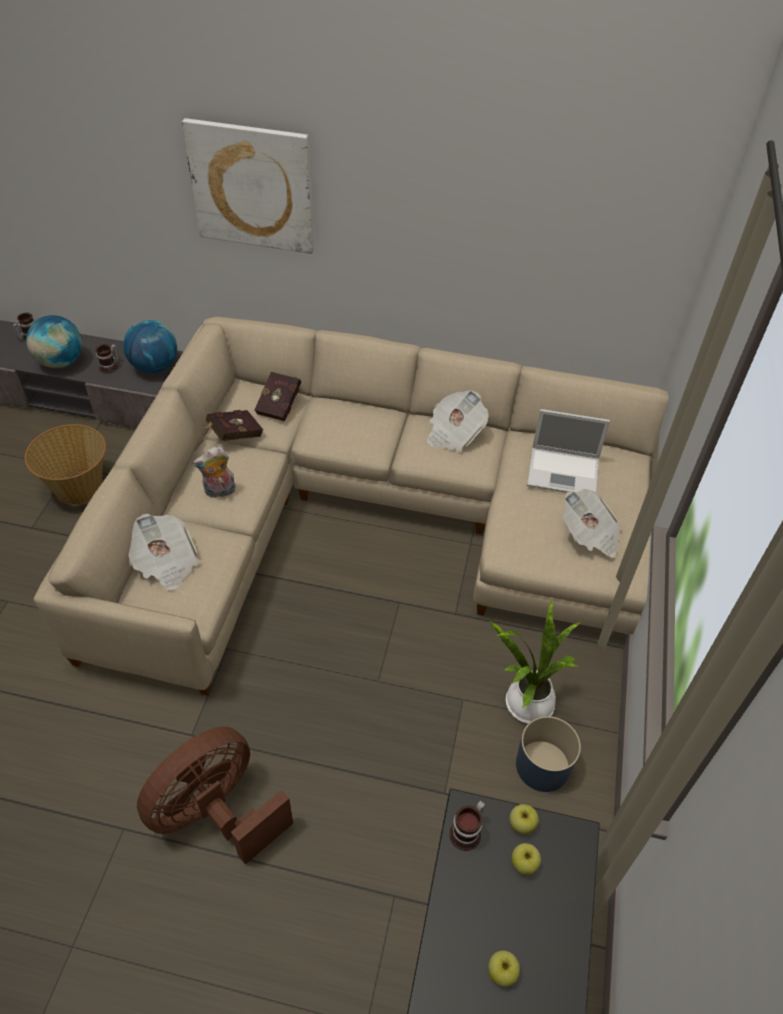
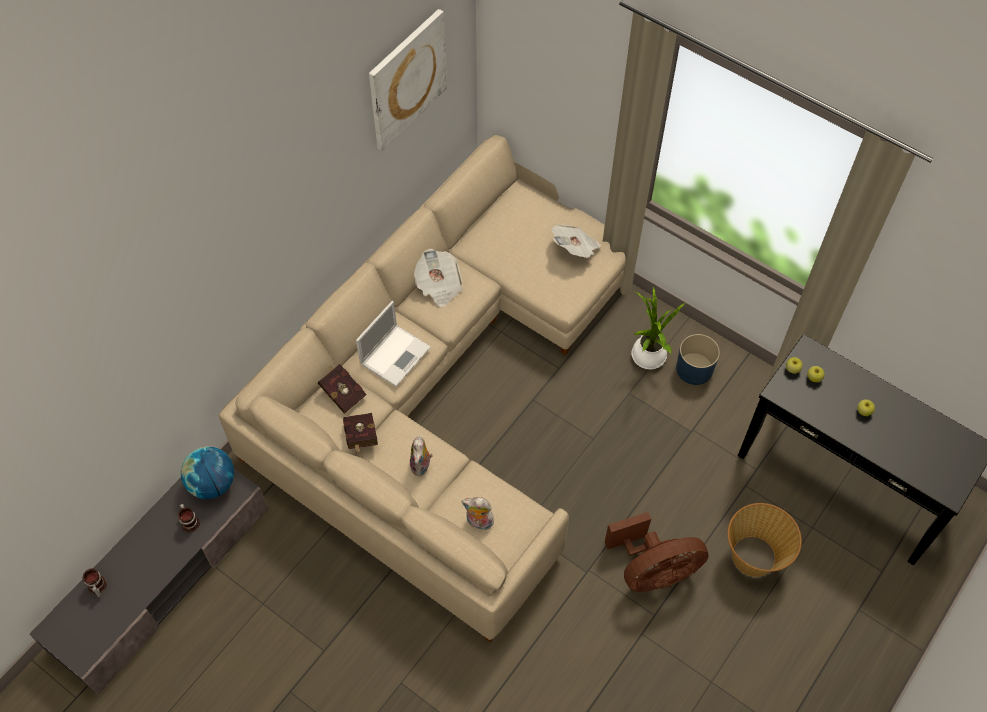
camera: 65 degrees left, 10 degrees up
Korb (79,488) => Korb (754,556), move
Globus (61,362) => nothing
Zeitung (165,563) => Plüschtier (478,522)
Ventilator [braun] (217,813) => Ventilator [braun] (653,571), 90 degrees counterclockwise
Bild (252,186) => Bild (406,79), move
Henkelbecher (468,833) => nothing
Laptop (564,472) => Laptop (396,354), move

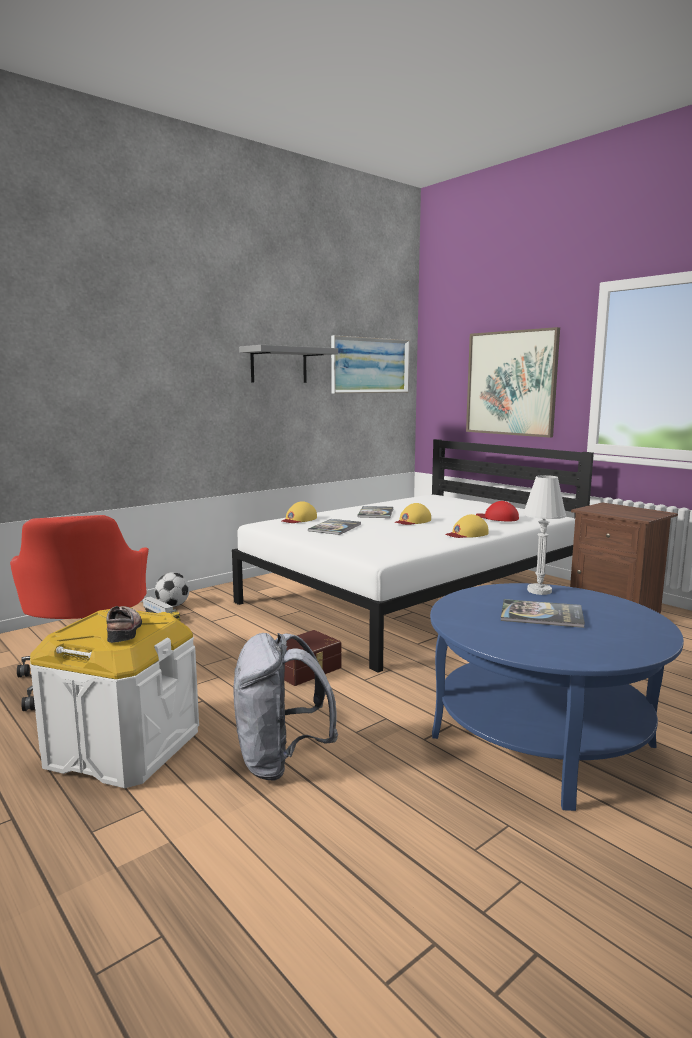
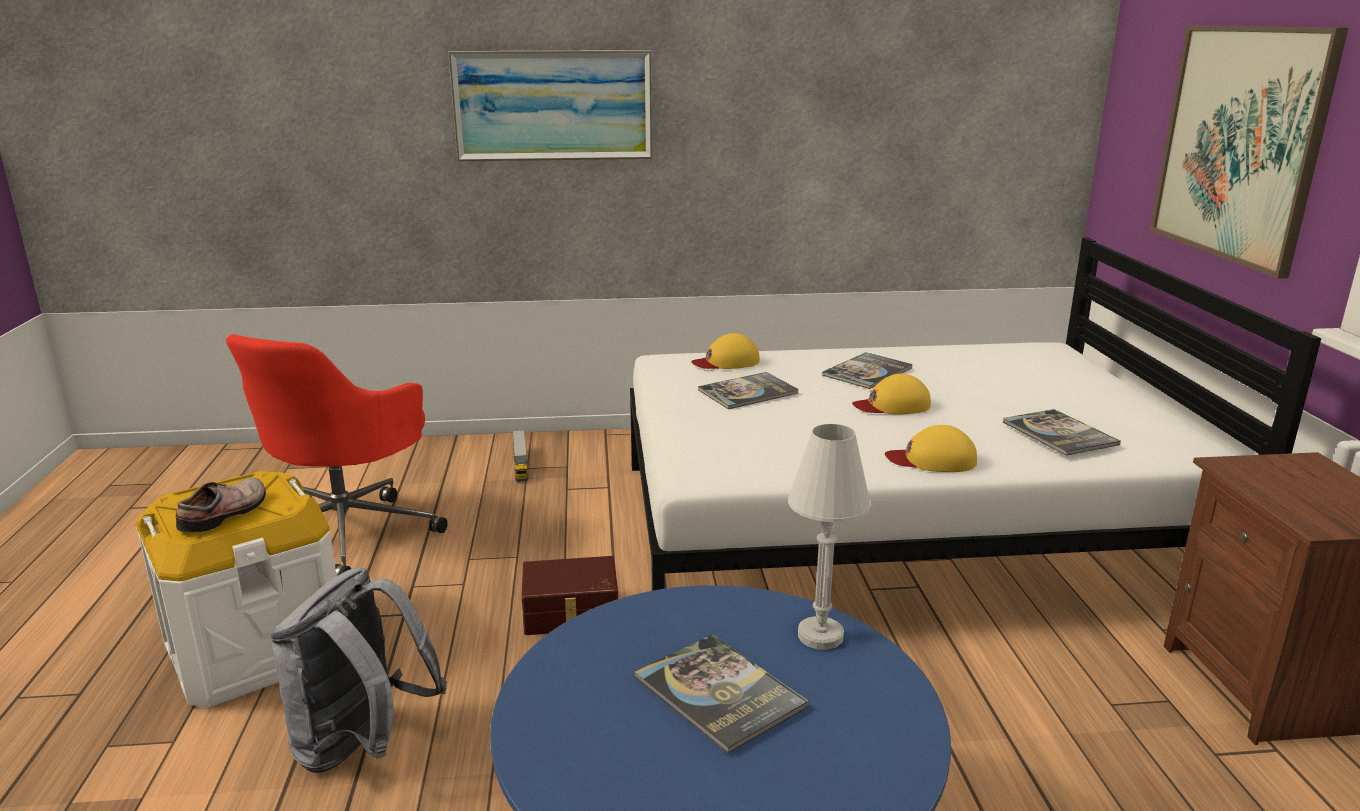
camera: 35 degrees right, 10 degrees up
Fußball (173,605) => nothing
Wandregal [grau] (279,365) => nothing
Bild (370,365) => Bild (553,106), move
Kappe [rot] (497,518) => Buch (1059,434)

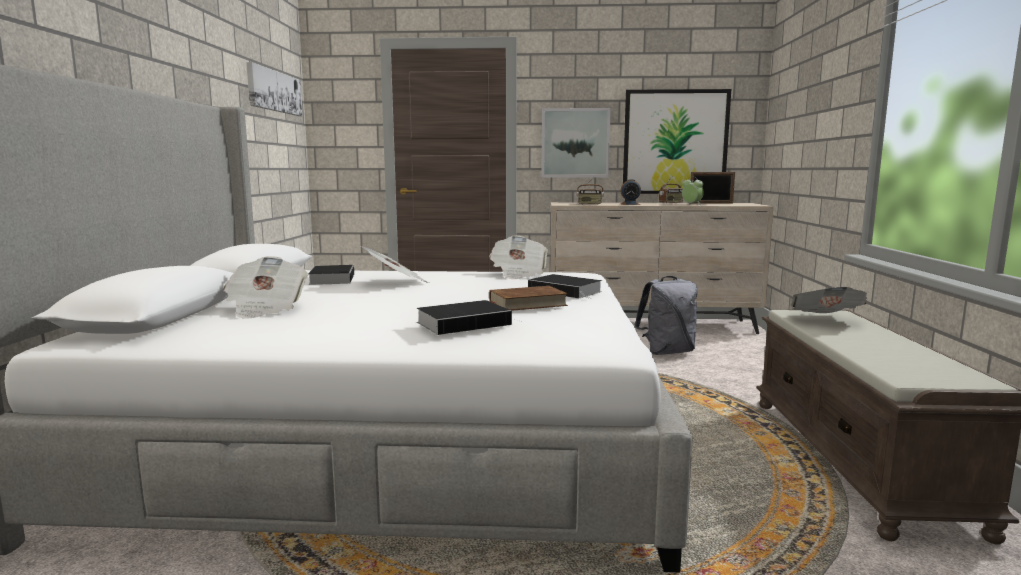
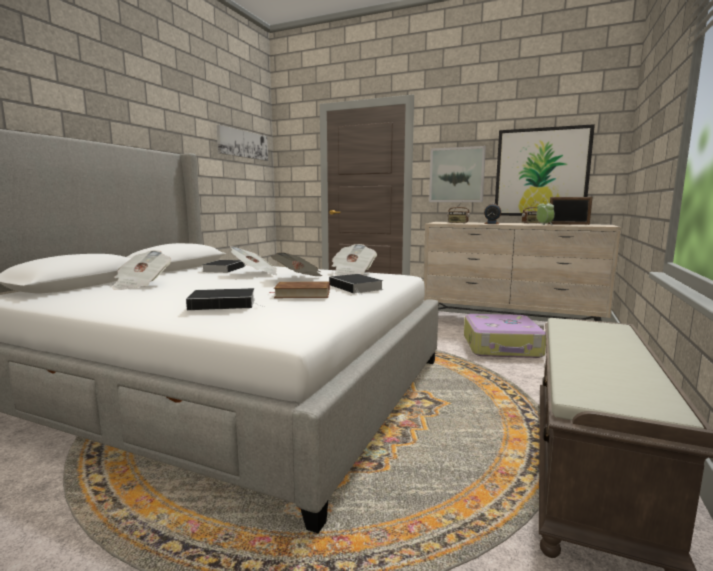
camera: 20 degrees right, 0 degrees up
Rucksack [grau] (667,352) => Koffer (502,347)
Zeitung (825,320) => Zeitung (299,279), move

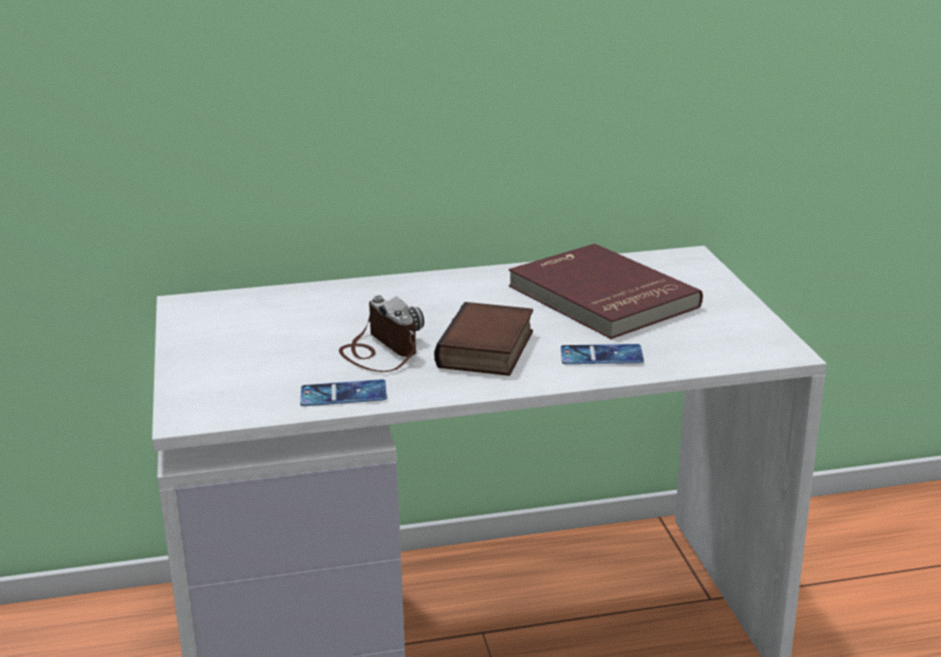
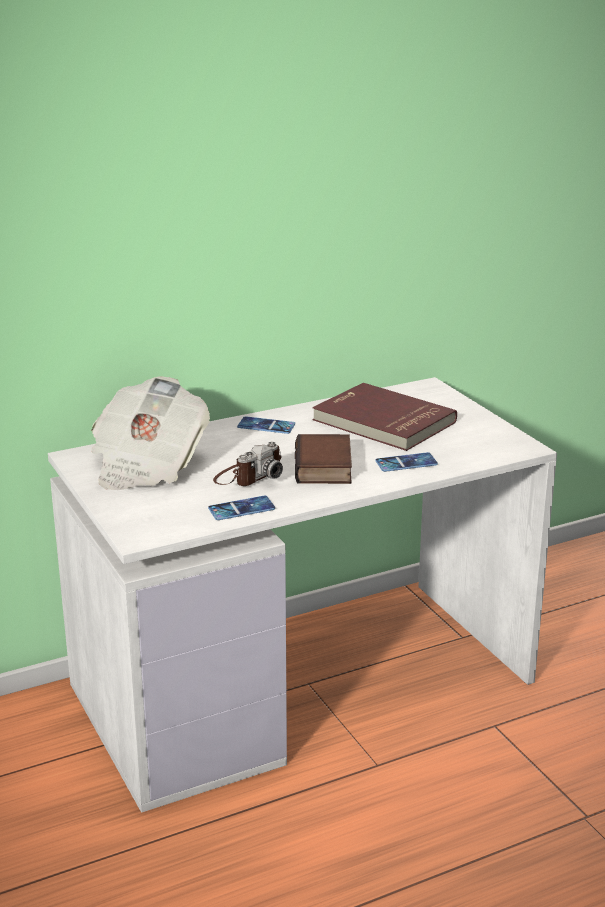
camera: 15 degrees left, 0 degrees up
Kamera (380,351) => Kamera (248,476), 90 degrees clockwise
nothing => Zeitung (147,465)
nothing => Handy (266,426)

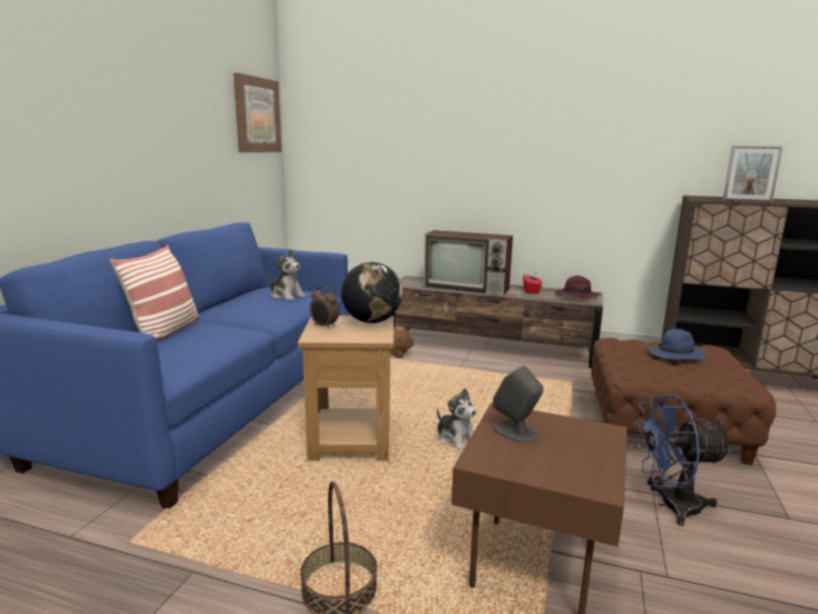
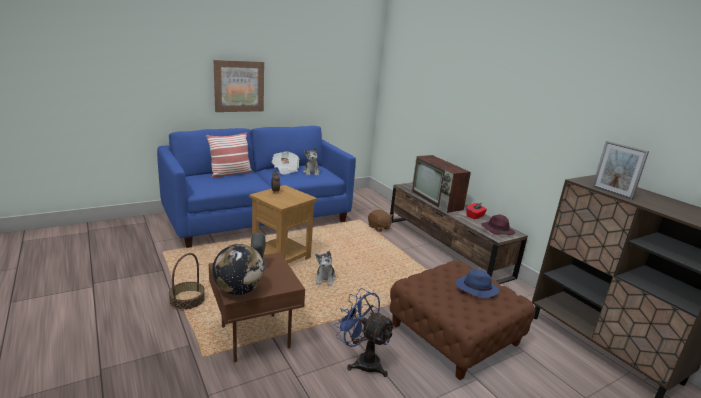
camera: 40 degrees right, 5 degrees up
Bild (256,115) => Bild (239,86), move
Globus (372,321) => Globus (239,290), move
nothing => Zeitung (285,170)

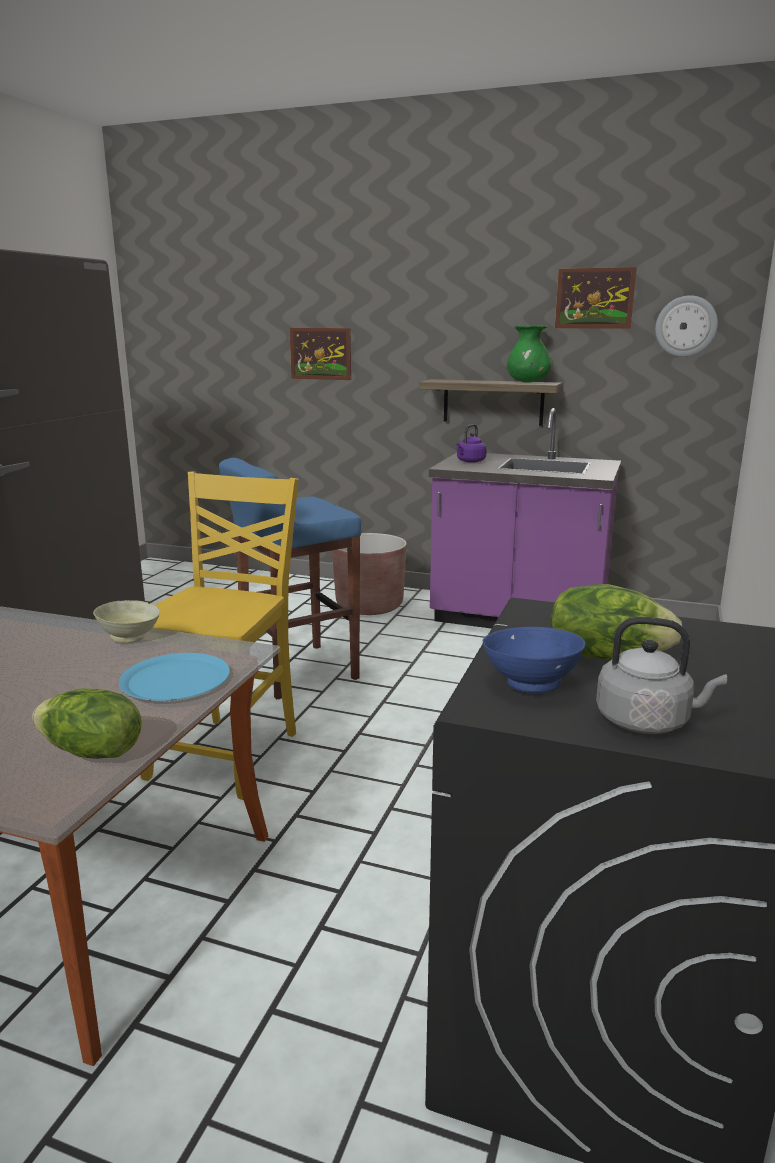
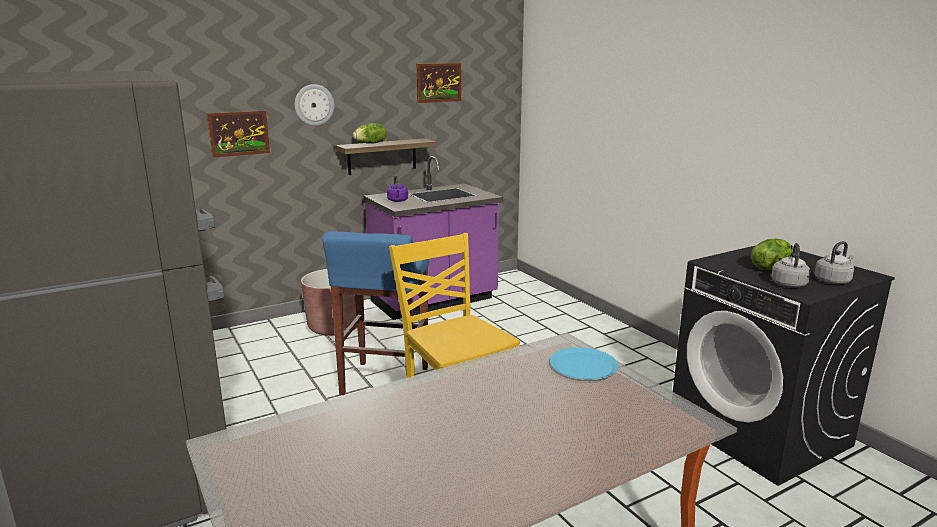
camera: 50 degrees left, 0 degrees up
Salatkopf (91,752) => Salatkopf (371,143), move
Schüssel [beige] (130,638) => nothing
Schüssel [blau] (531,683) => Wasserkessel [grau] (788,283)
Vase [grün] (528,382) => nothing
Wanduhr (686,326) => Wanduhr (314,105), move

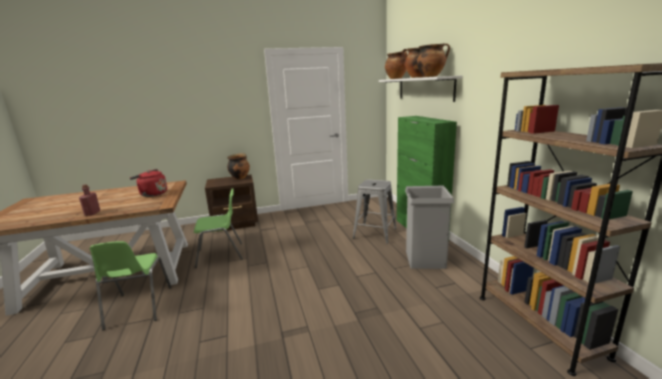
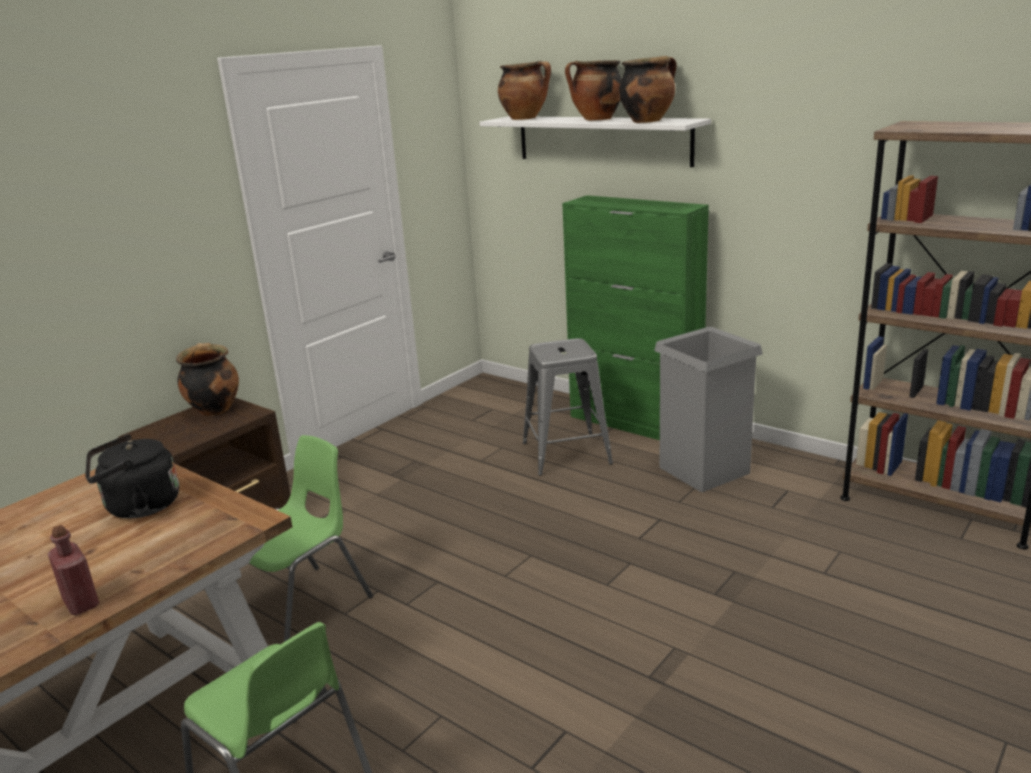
camera: 35 degrees left, 5 degrees up
Wasserkessel [rot] (152,194) => Wasserkessel [schwarz] (138,507)

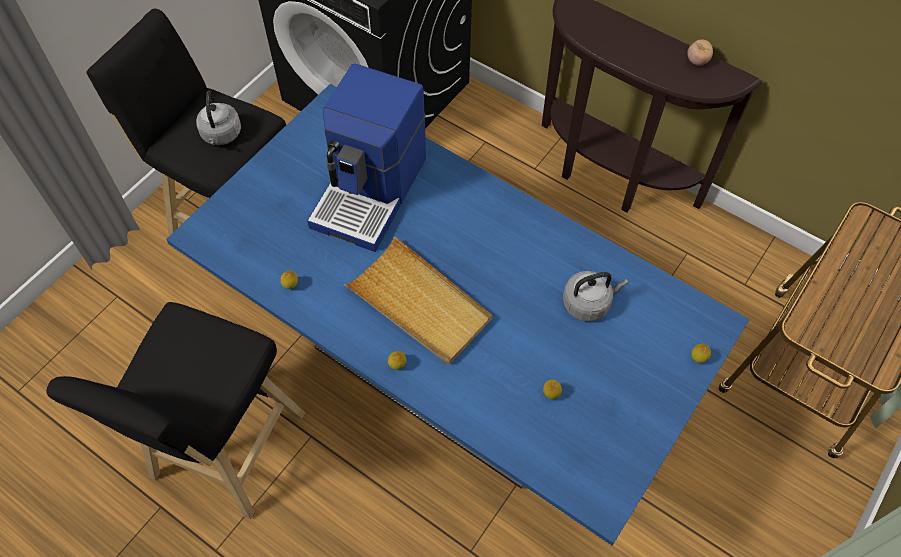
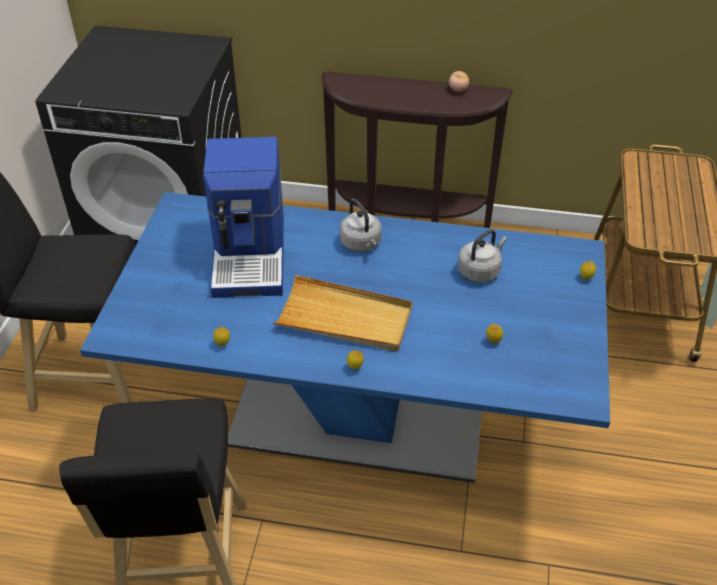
camera: 25 degrees left, 15 degrees down
Wasserkessel [grau] (221,135) => Wasserkessel [grau] (361,244), move

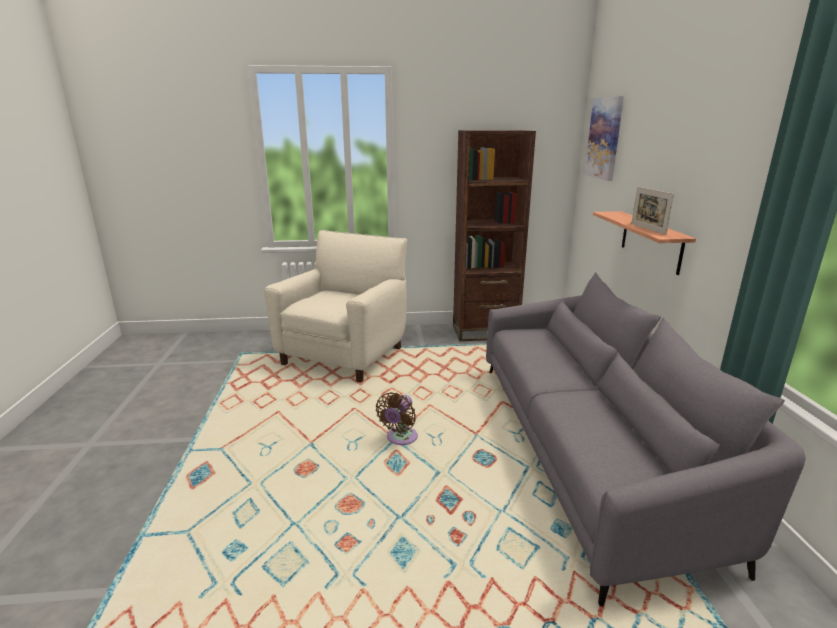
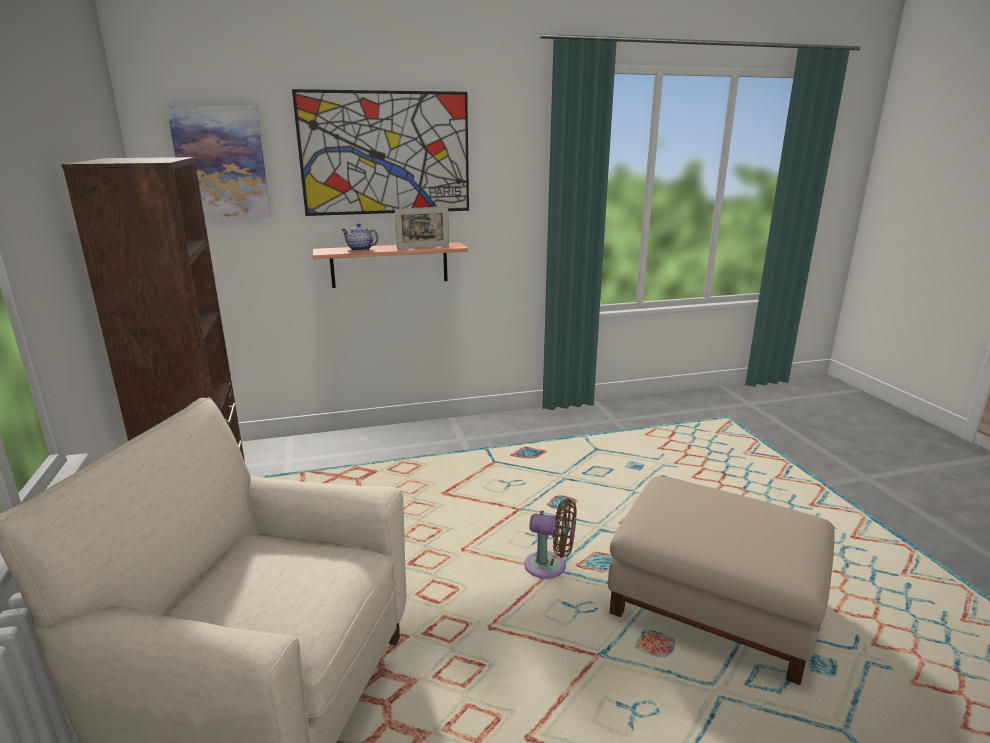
camera: 100 degrees left, 0 degrees up
Sofa [grau] (588,449) => nothing
nothing => Bild (386,153)
nothing => Teekanne (359,249)
nothing => Polsterhocker [beige] (712,604)

